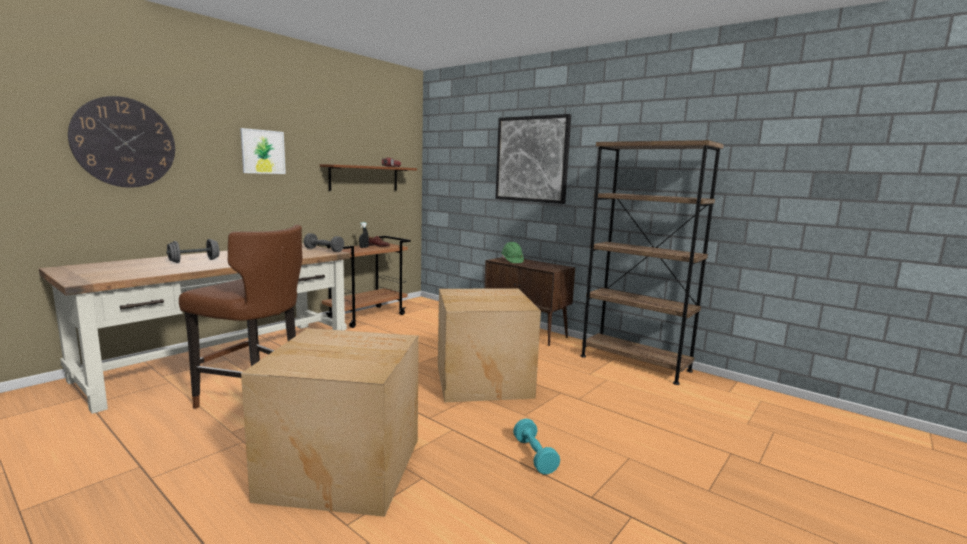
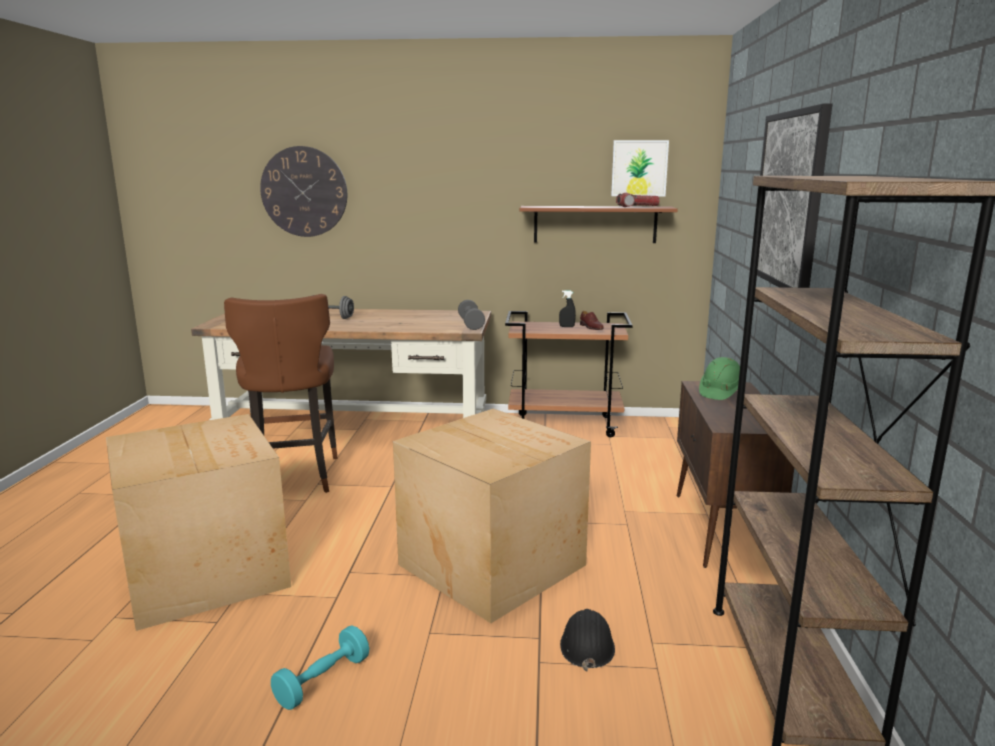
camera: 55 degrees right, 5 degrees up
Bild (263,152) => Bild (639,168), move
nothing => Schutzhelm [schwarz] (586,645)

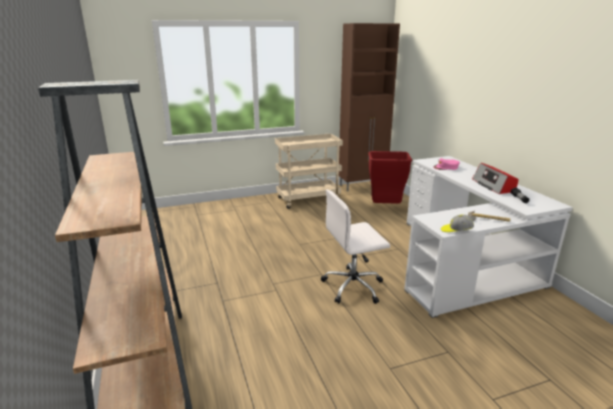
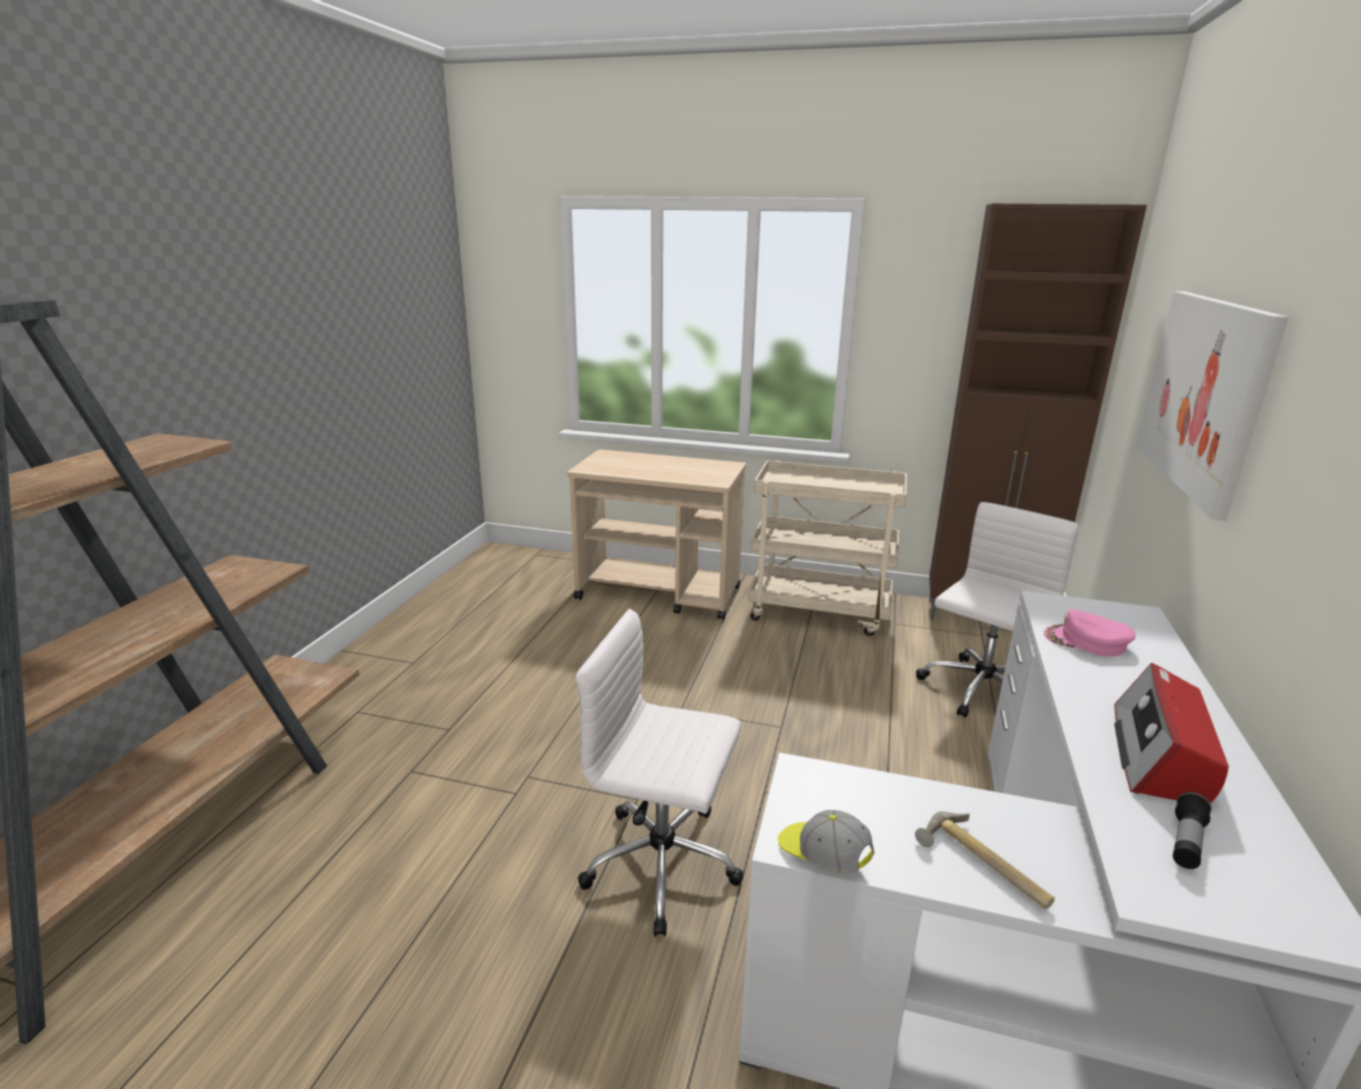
camera: 35 degrees right, 0 degrees up
Mülleimer [rot] (385,207) => Bürostuhl [weiß] (980,691)
nothing => Rollwagen [beige] (660,593)
nothing => Bild (1203,393)

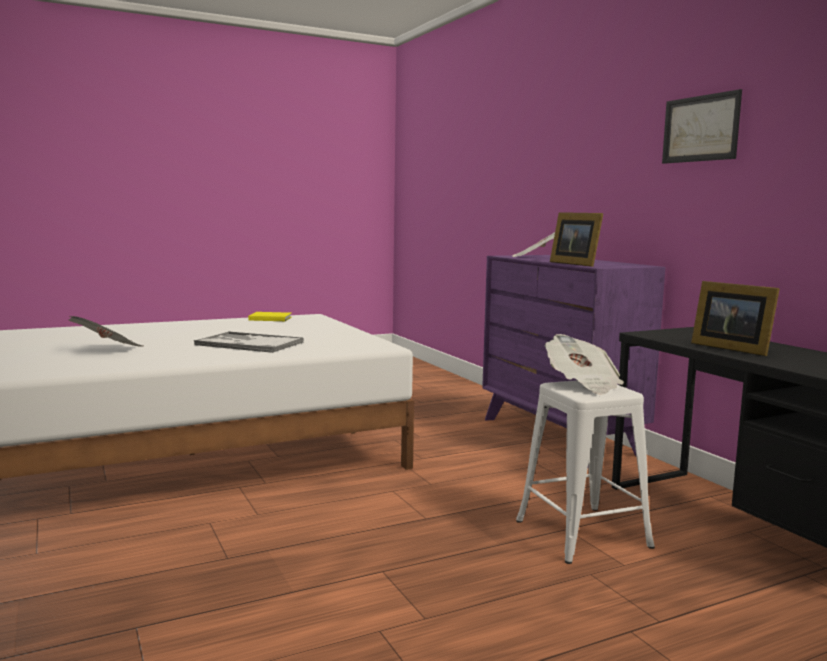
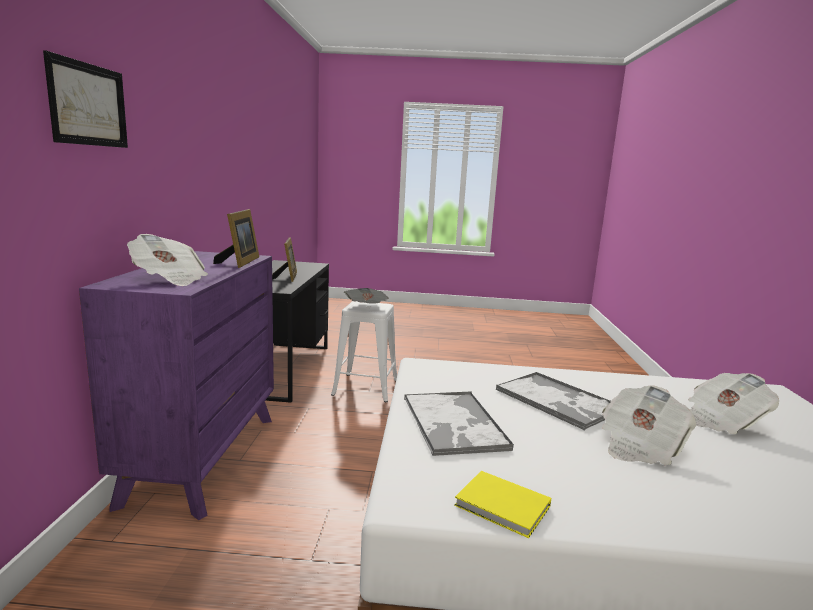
camera: 150 degrees left, 5 degrees up
Bild (700,128) => Bild (88,104), move
nothing => Tablett (454,423)
nothing => Zeitung (639,446)

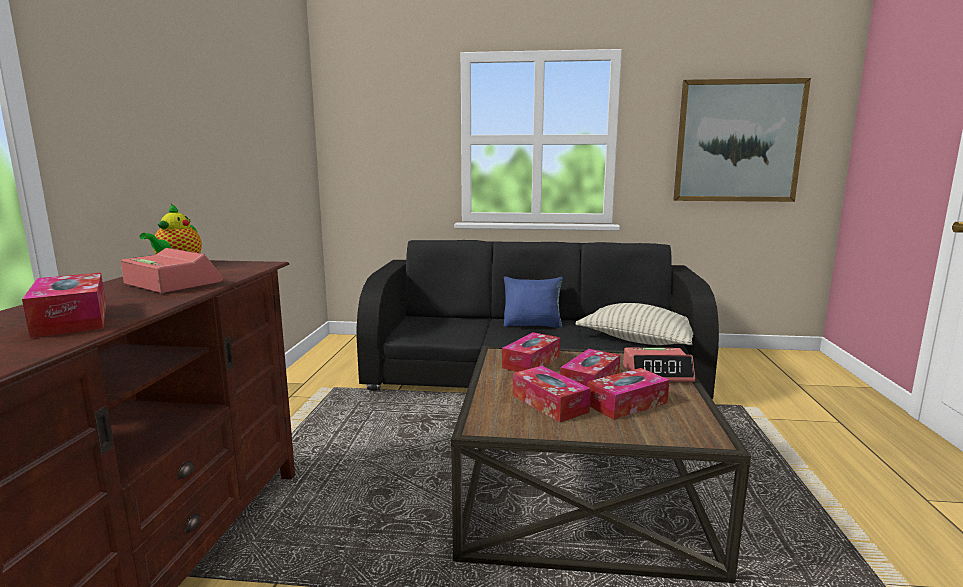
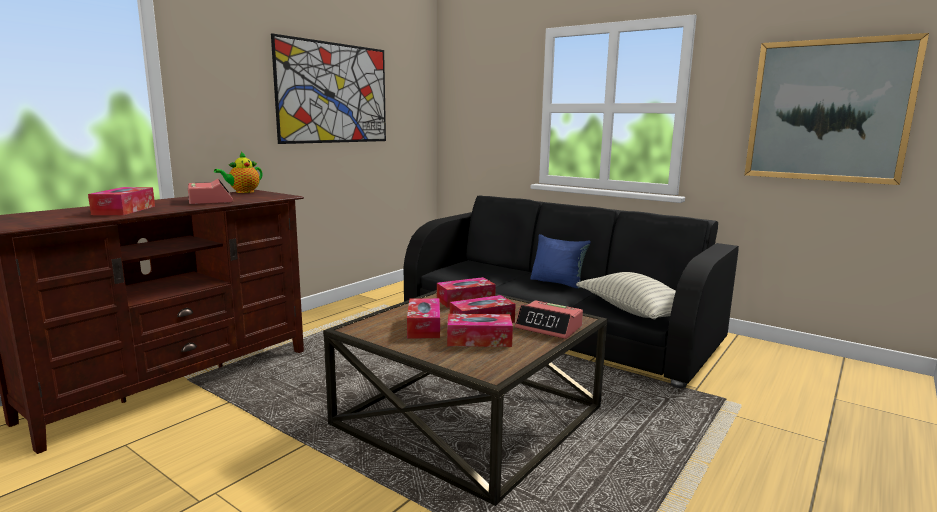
camera: 30 degrees right, 0 degrees up
nothing => Bild (334,93)

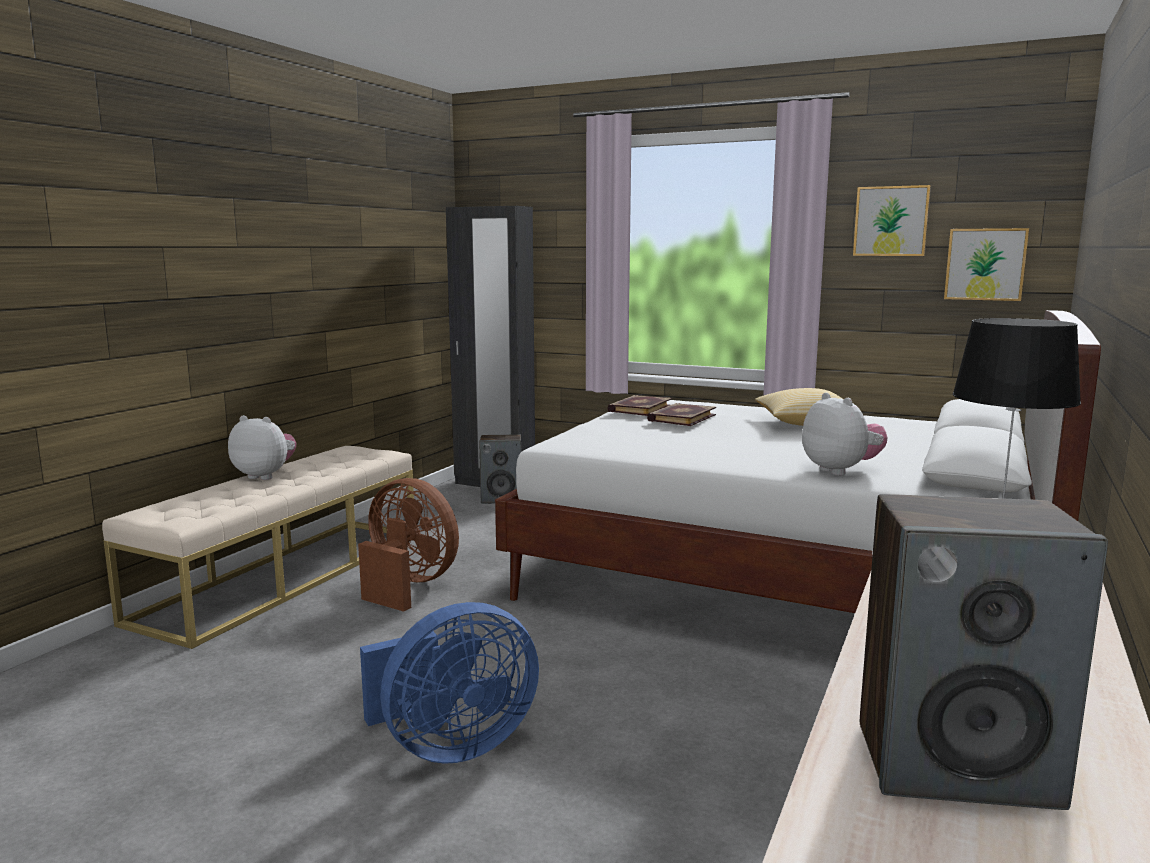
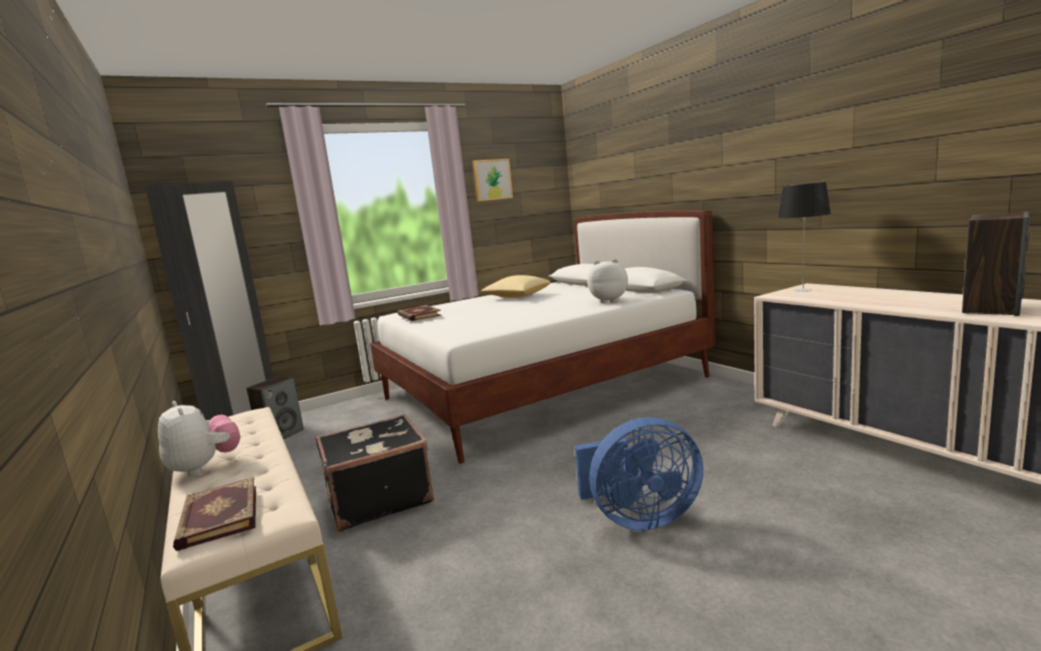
camera: 55 degrees left, 0 degrees up
Plüschtier (265,476) => Plüschtier (205,467), 90 degrees clockwise
Ventilator [braun] (408,585) => Koffer [schwarz] (378,498)
Ventilator [blau] (451,746) => Ventilator [blau] (639,518), 75 degrees clockwise
Buch (681,417) => Buch (217,516), move
Bild (985,264) => nothing

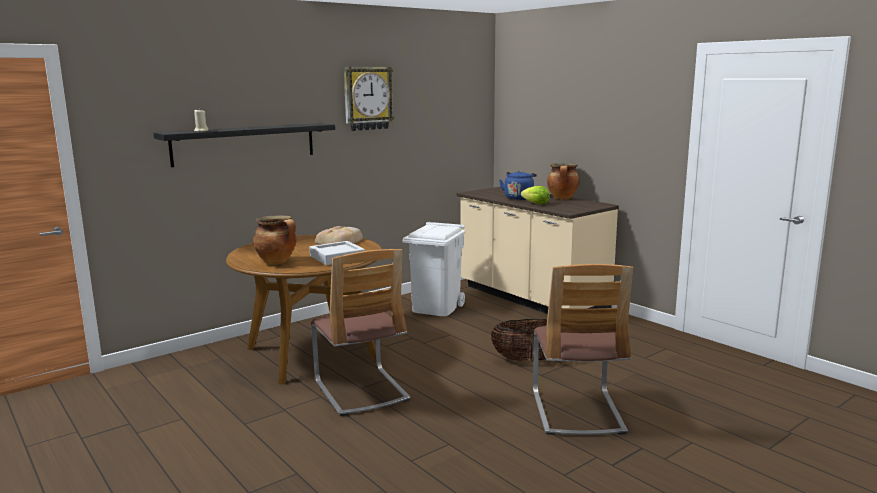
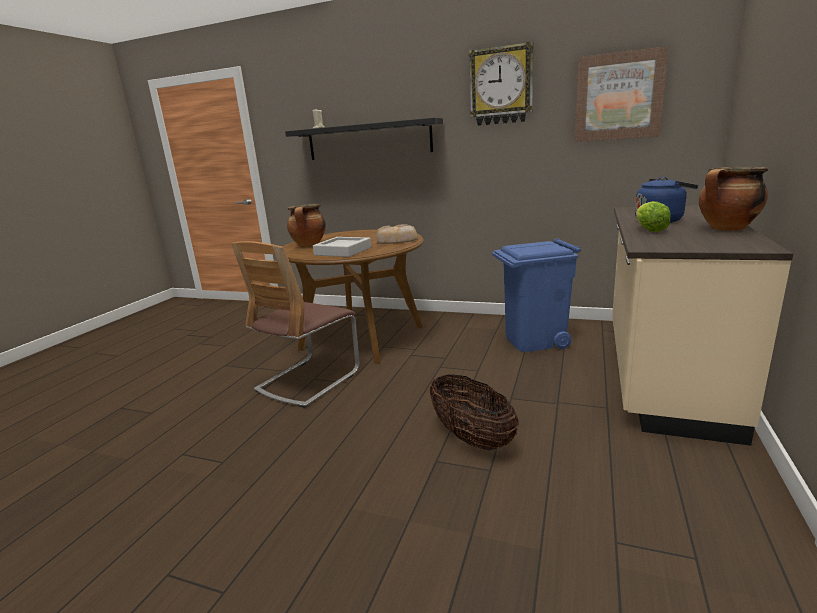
camera: 60 degrees right, 5 degrees up
Mülleimer [weiß] (436,308) => Mülleimer [blau] (534,340)
Stuhl (577,411) => nothing
nothing => Bild (618,97)

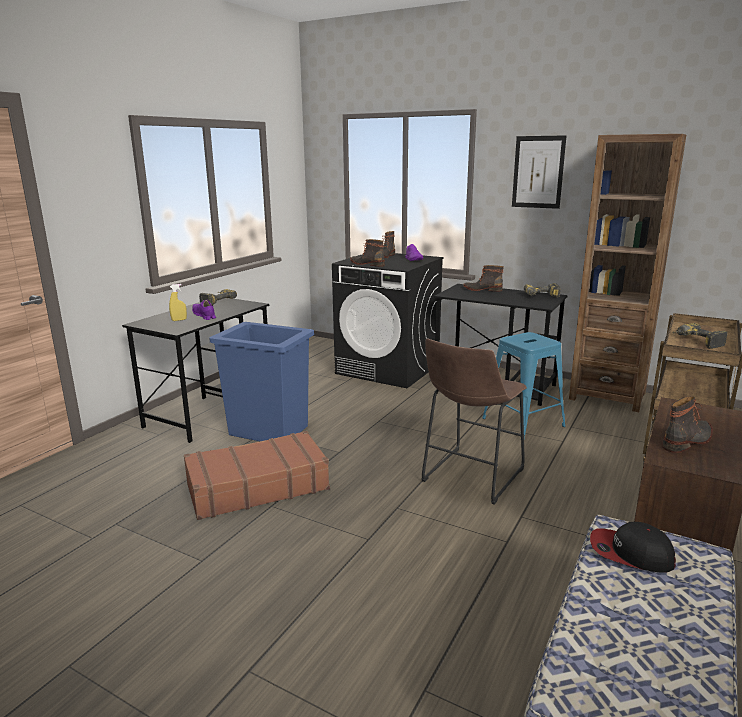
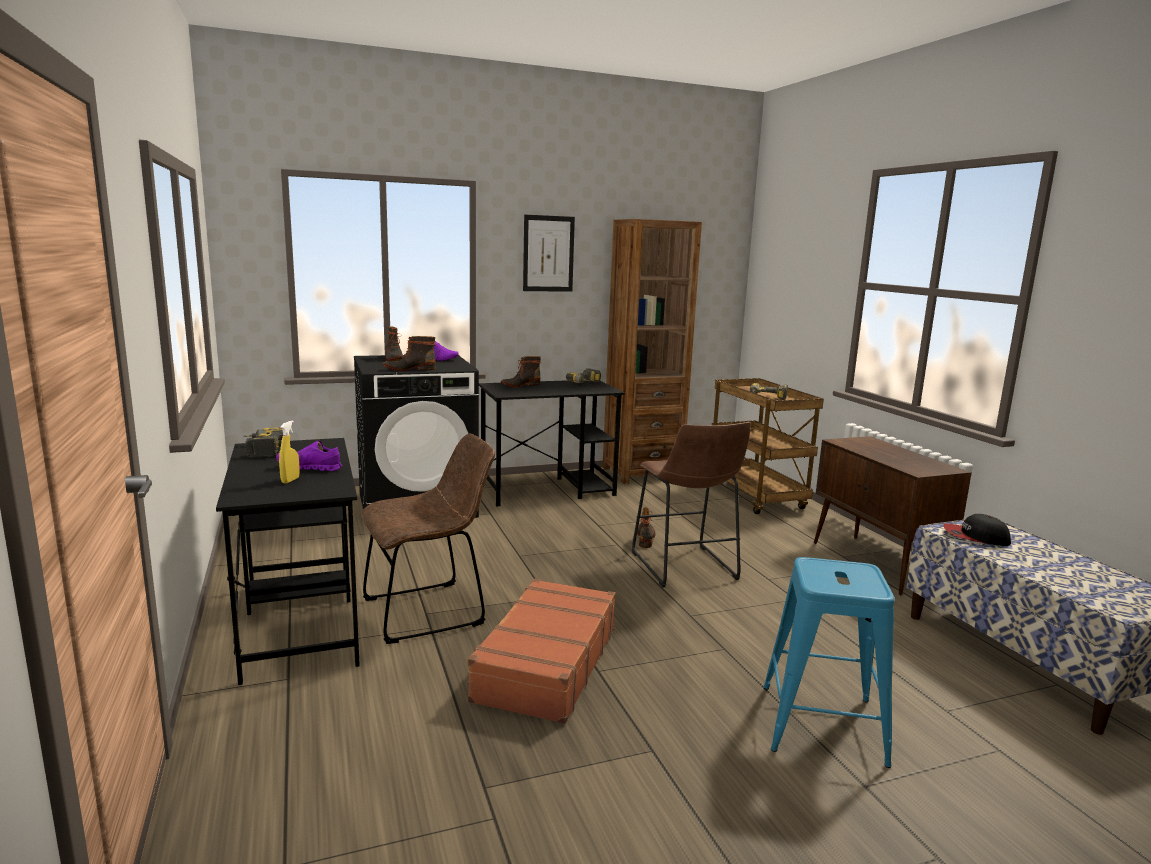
camera: 50 degrees left, 5 degrees down
Mülleimer [blau] (269,431) => Stuhl [braun] (430,610)
Hocker [blau] (523,422) => Hocker [blau] (821,723), move
Kappe (630,553) => Kappe (975,537), 45 degrees clockwise
Stiefel (688,441) => Stiefel (646,538), move

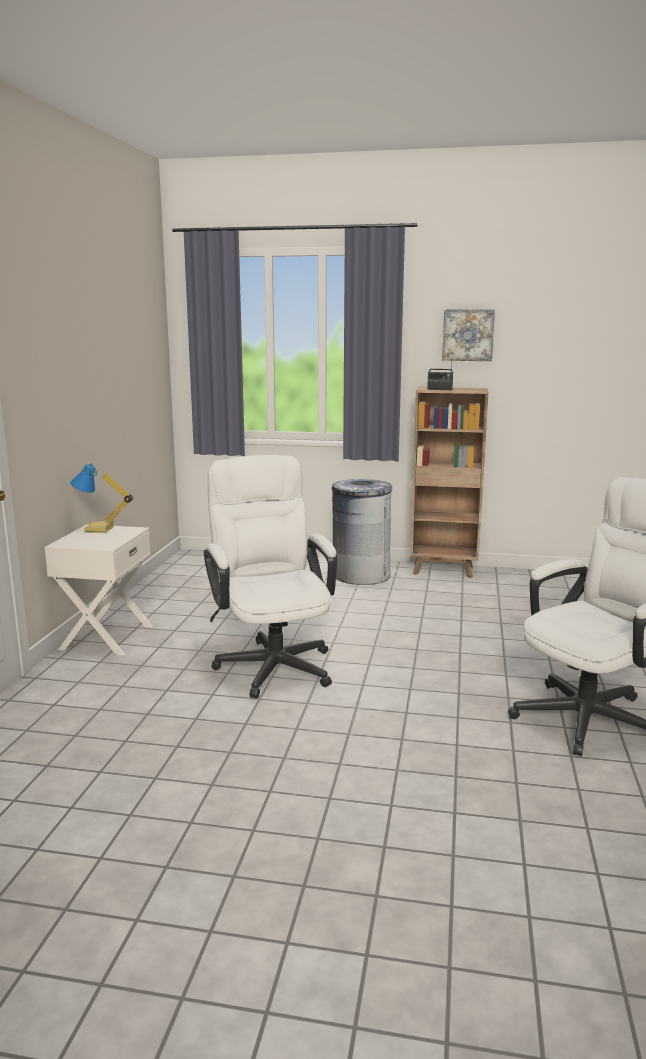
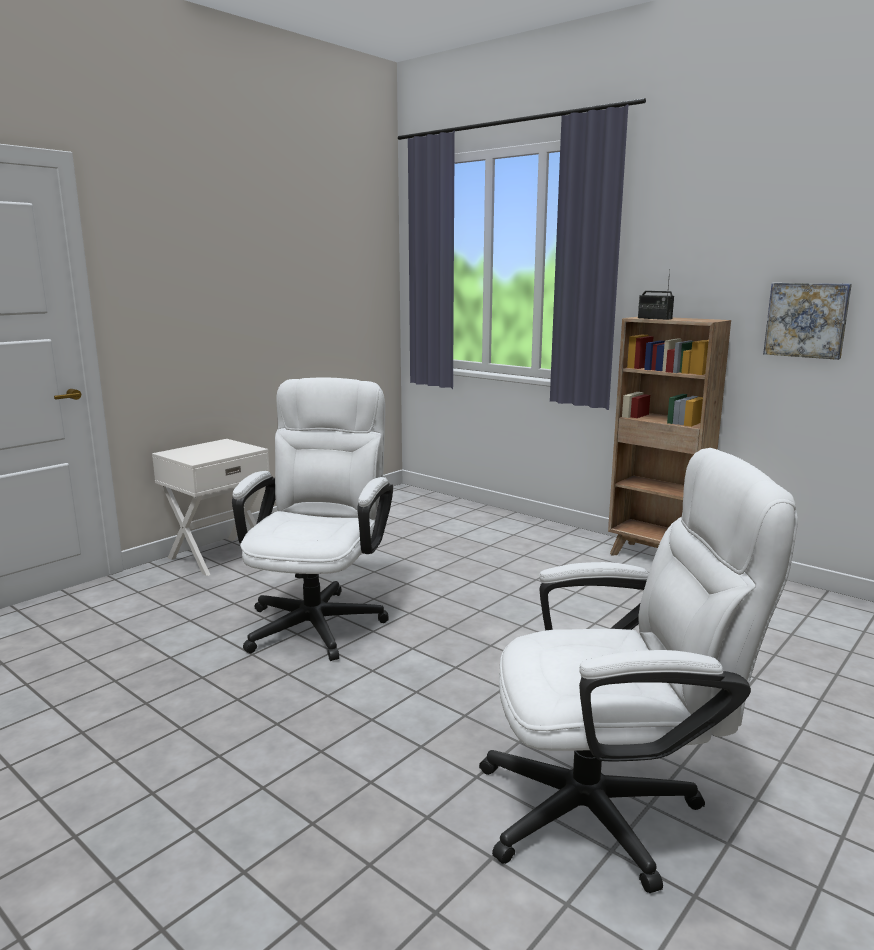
camera: 30 degrees right, 0 degrees up
Tischlampe (99,530) => nothing
Mülleimer [grau] (361,575) => nothing
Bild (468,335) => Bild (807,320), move

